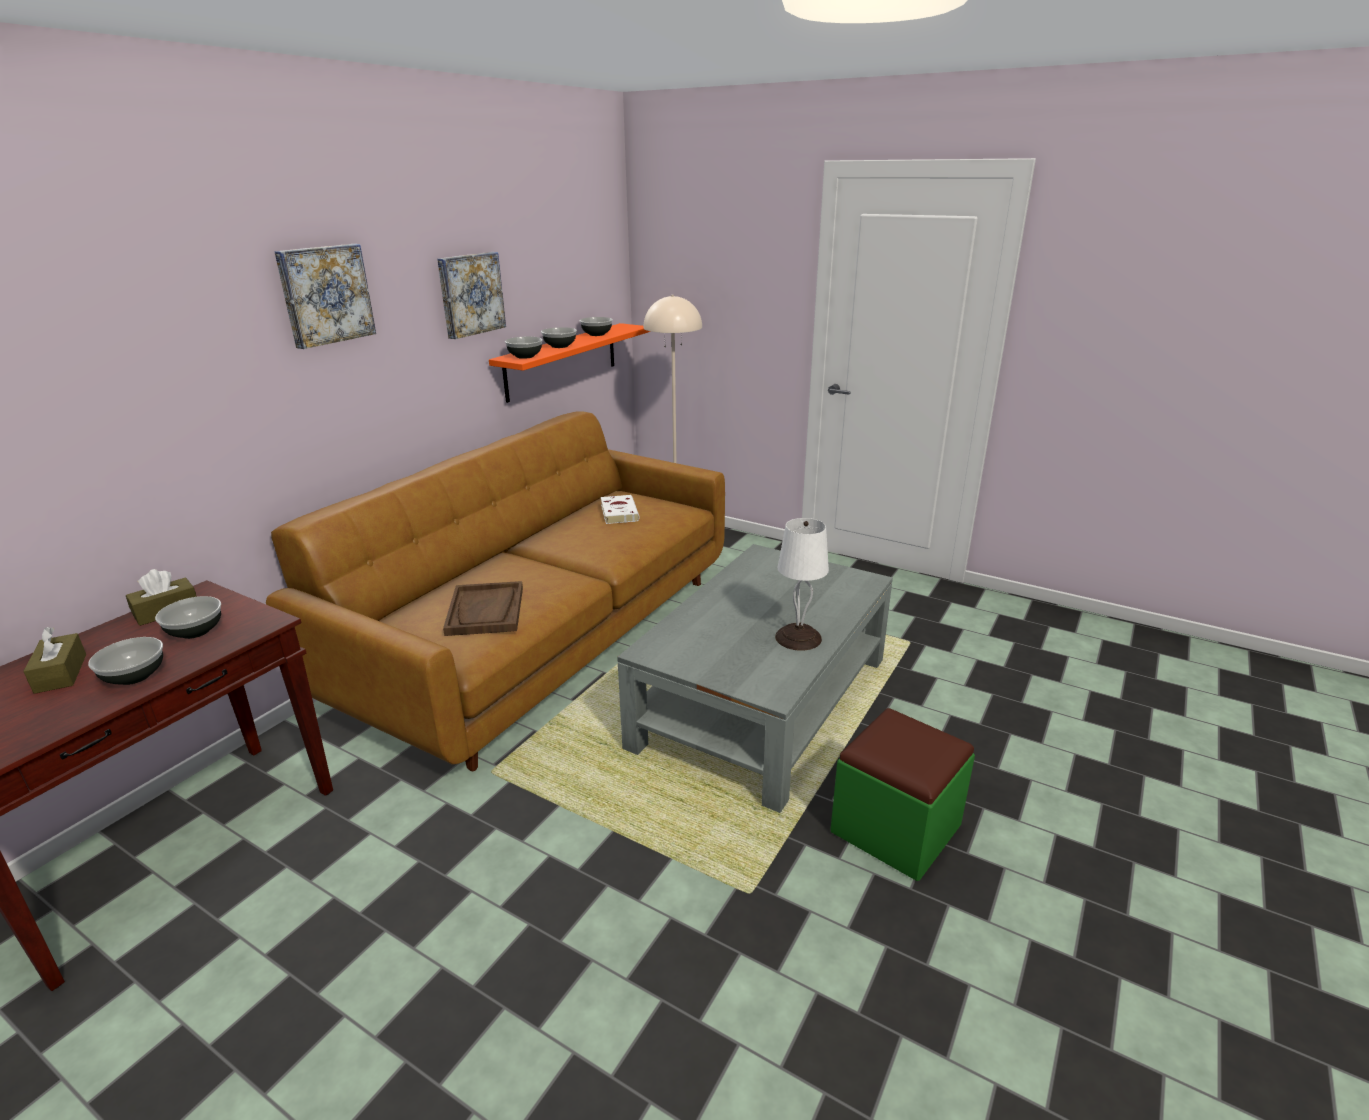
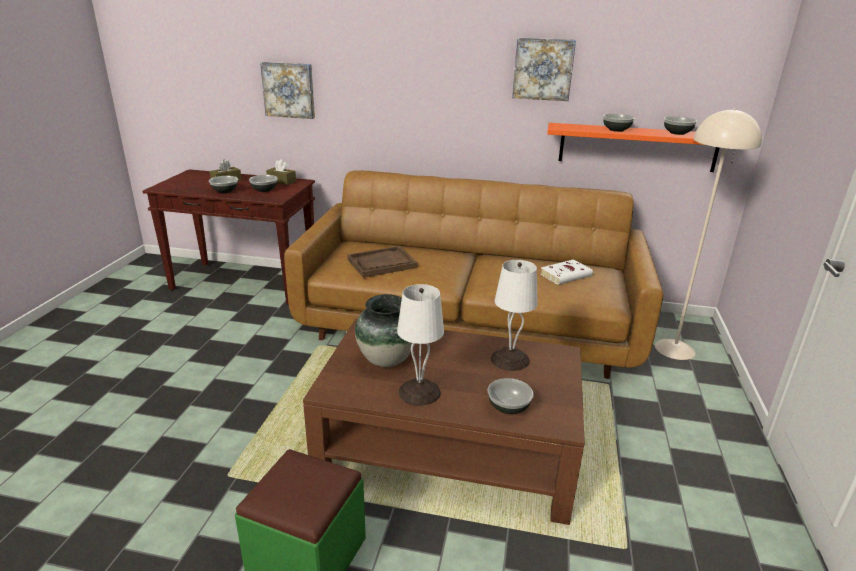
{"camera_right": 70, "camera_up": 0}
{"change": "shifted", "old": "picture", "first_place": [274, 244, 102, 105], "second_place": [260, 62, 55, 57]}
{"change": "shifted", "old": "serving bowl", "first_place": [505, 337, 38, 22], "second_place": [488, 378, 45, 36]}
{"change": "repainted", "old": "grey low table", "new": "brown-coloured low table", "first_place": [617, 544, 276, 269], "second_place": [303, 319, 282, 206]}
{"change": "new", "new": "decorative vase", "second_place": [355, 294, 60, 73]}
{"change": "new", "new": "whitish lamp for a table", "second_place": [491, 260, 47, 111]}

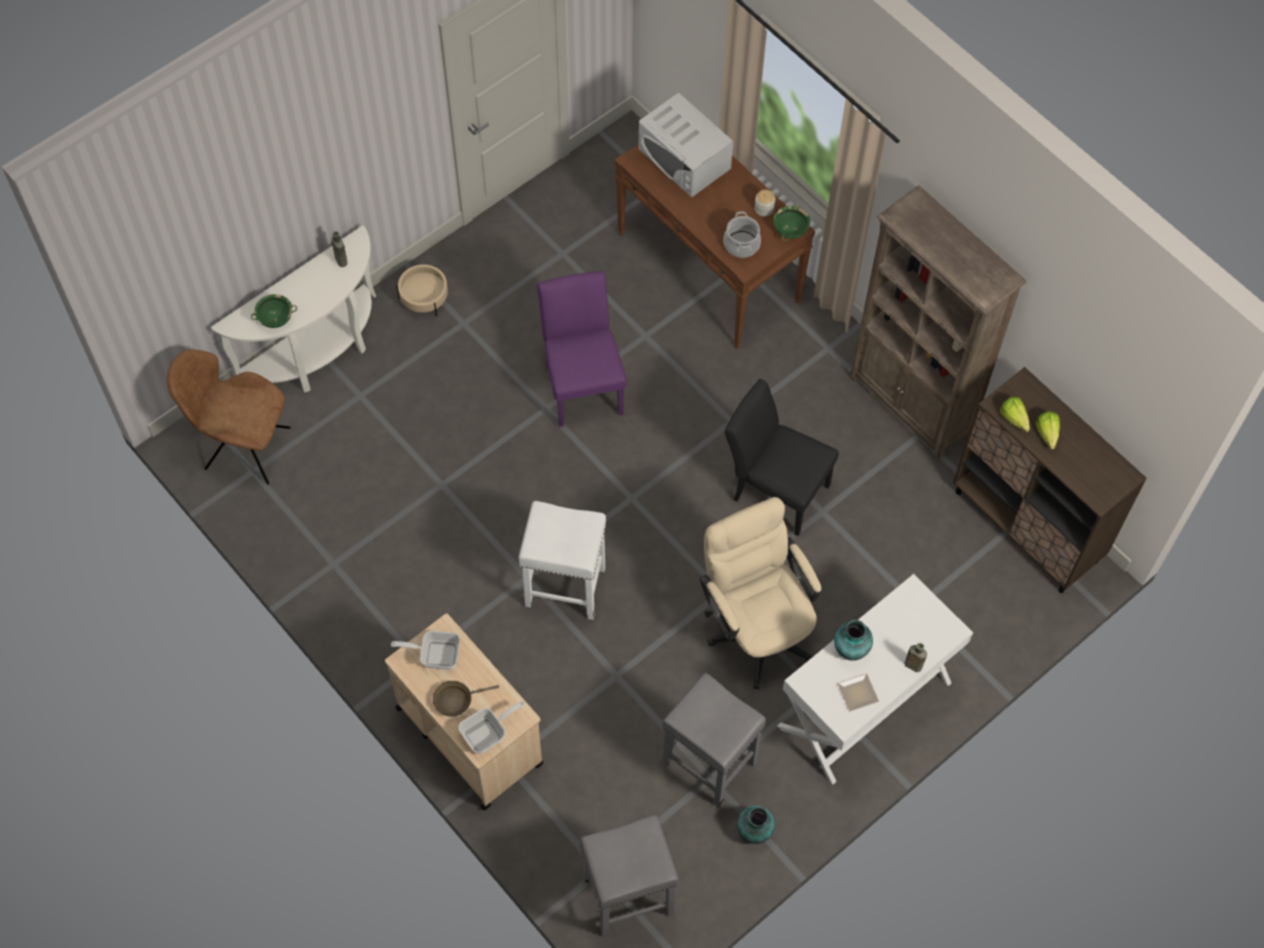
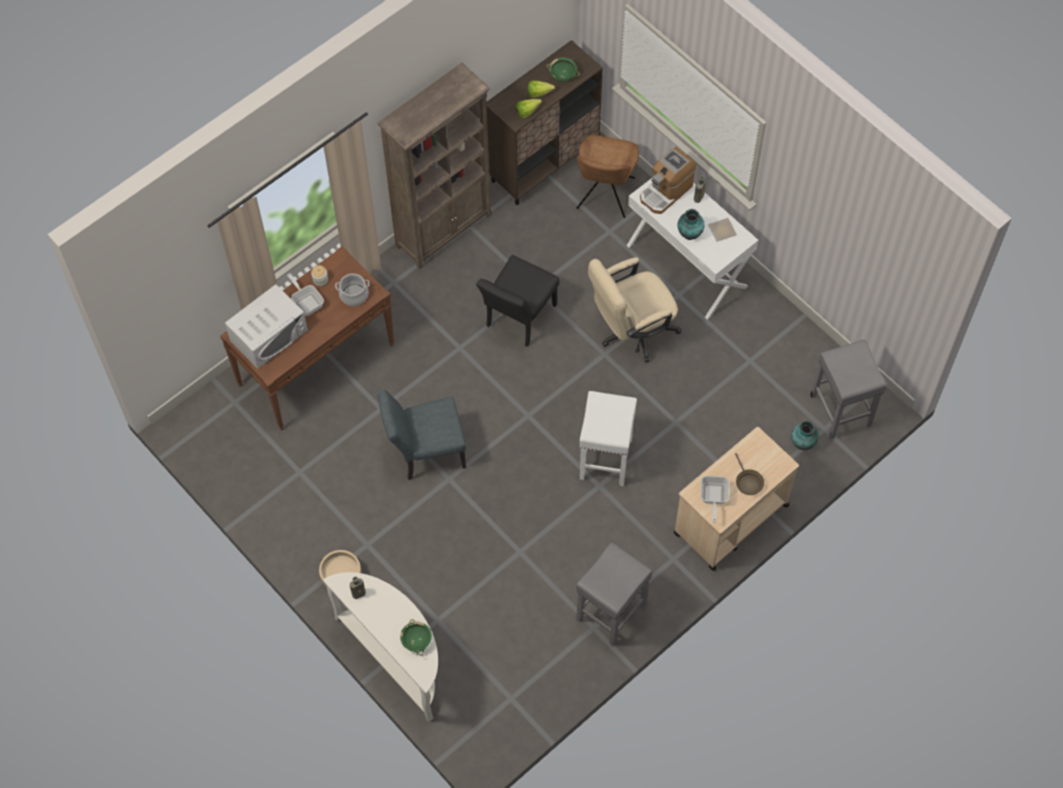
{"camera_right": -90, "camera_up": 0}
{"change": "shifted", "old": "brown-coloured plain chair", "first_place": [167, 350, 124, 135], "second_place": [576, 135, 63, 83]}
{"change": "shifted", "old": "frying pan", "first_place": [458, 701, 67, 53], "second_place": [287, 273, 37, 43]}
{"change": "repainted", "old": "purple plain chair", "new": "grey plain chair", "first_place": [537, 271, 90, 156], "second_place": [378, 390, 88, 90]}
{"change": "shifted", "old": "grey stool", "first_place": [662, 673, 104, 135], "second_place": [576, 542, 76, 104]}
{"change": "shifted", "old": "decorative vase", "first_place": [737, 806, 38, 38], "second_place": [791, 421, 27, 29]}
{"change": "shifted", "old": "green-coloured serving bowl", "first_place": [773, 205, 37, 36], "second_place": [547, 57, 33, 25]}
{"change": "new", "new": "coffee brewer", "second_place": [640, 147, 56, 67]}

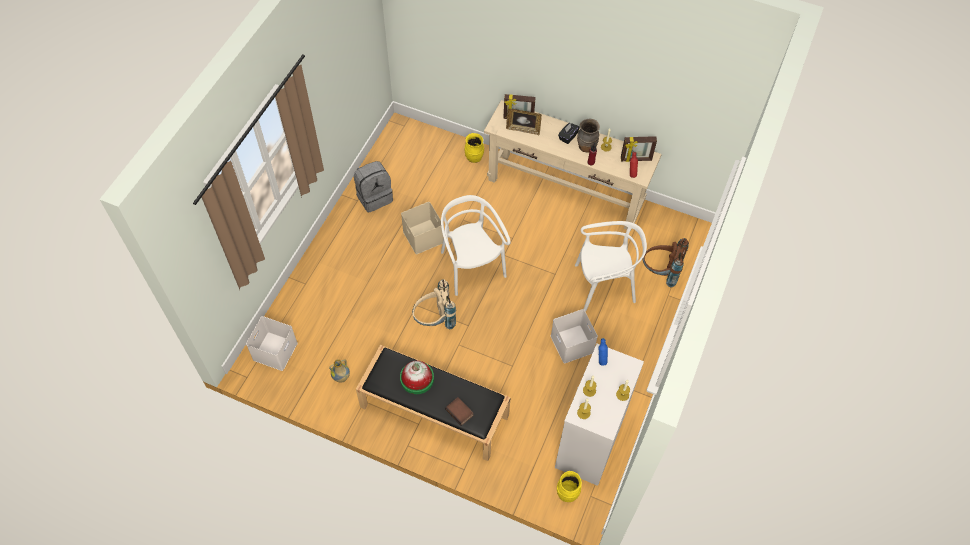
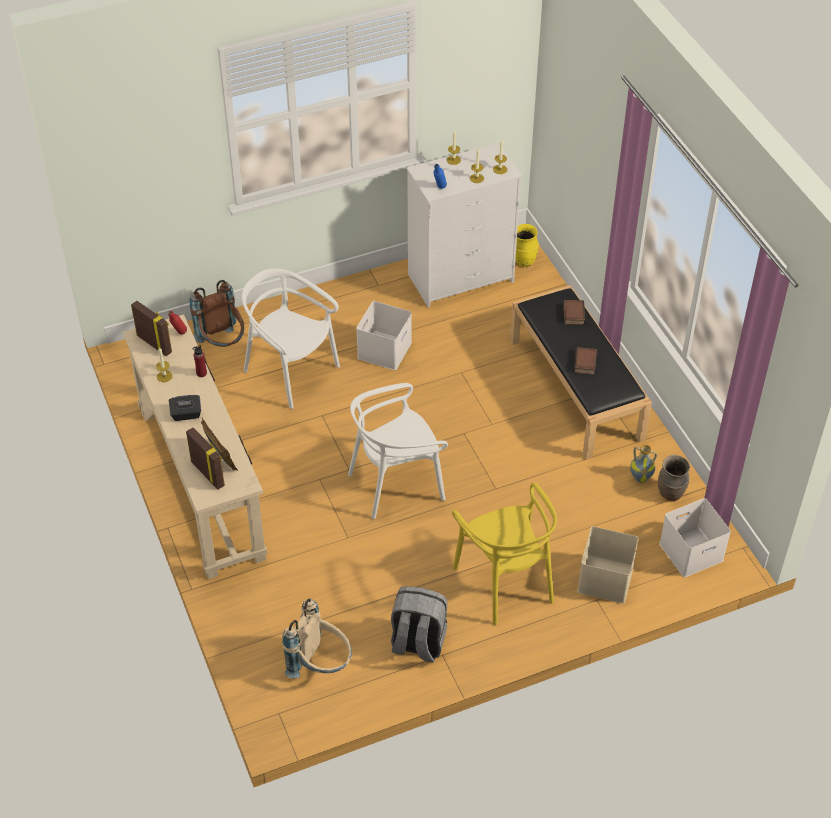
{"camera_right": -135, "camera_up": -10}
{"change": "swapped", "old": "wearable hat", "new": "bound book", "first_place": [400, 361, 34, 33], "second_place": [573, 347, 24, 28]}
{"change": "shifted", "old": "sand-coloured storage container", "first_place": [401, 202, 43, 52], "second_place": [577, 526, 62, 78]}
{"change": "shifted", "old": "sand-coloured backpack", "first_place": [412, 279, 44, 50], "second_place": [282, 599, 70, 80]}
{"change": "rotated", "old": "whitish plain chair", "first_place": [441, 195, 70, 101], "second_place": [348, 383, 100, 136], "degrees": 45}
{"change": "gone", "old": "yellow decorative vase", "first_place": [464, 133, 20, 30]}
{"change": "shifted", "old": "brown-coloured decorative vase", "first_place": [577, 119, 23, 34], "second_place": [658, 455, 32, 46]}
{"change": "new", "new": "yellow plain chair", "second_place": [452, 482, 105, 143]}

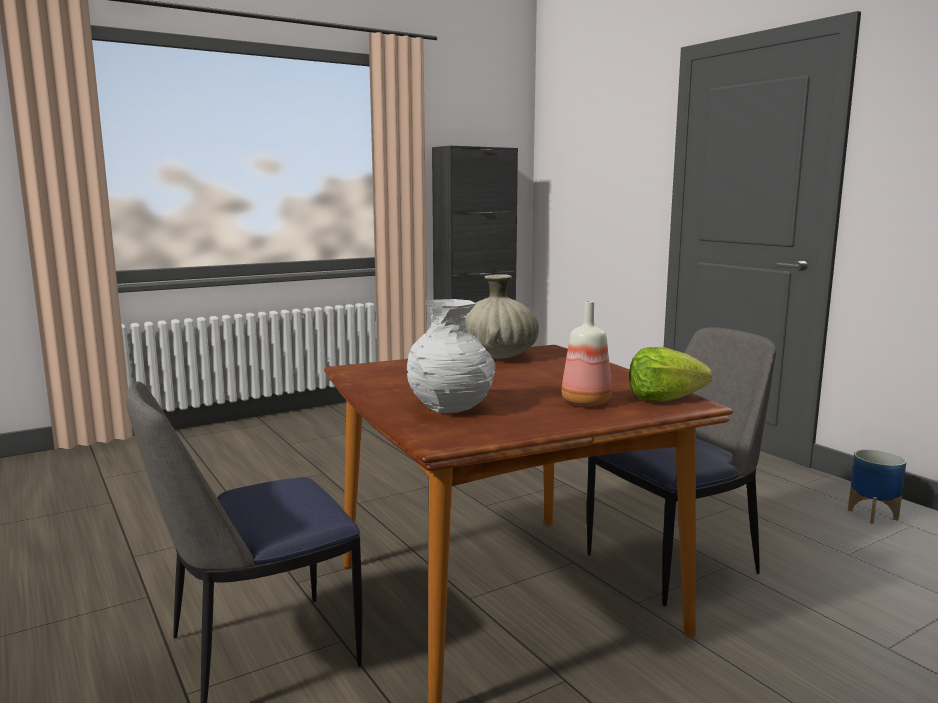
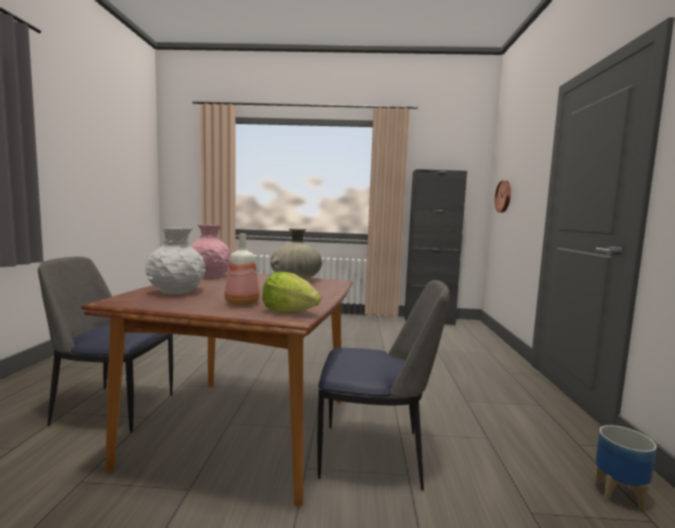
{"camera_right": 35, "camera_up": -5}
{"change": "new", "new": "pinkish decorative vase", "second_place": [191, 225, 40, 52]}
{"change": "new", "new": "clock on the wall", "second_place": [495, 180, 16, 33]}

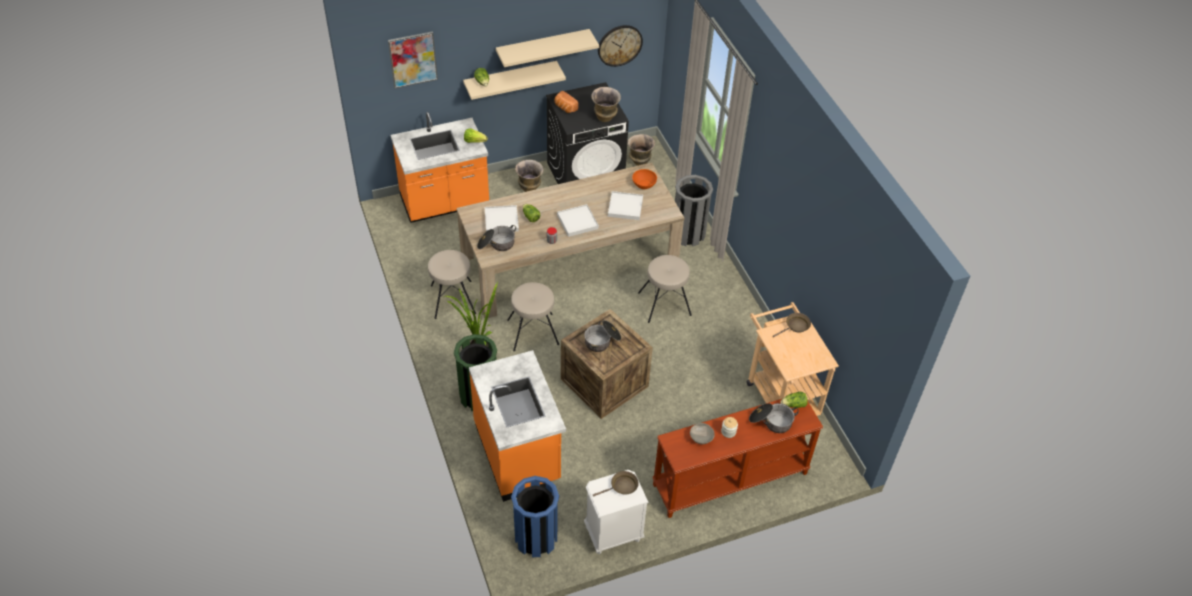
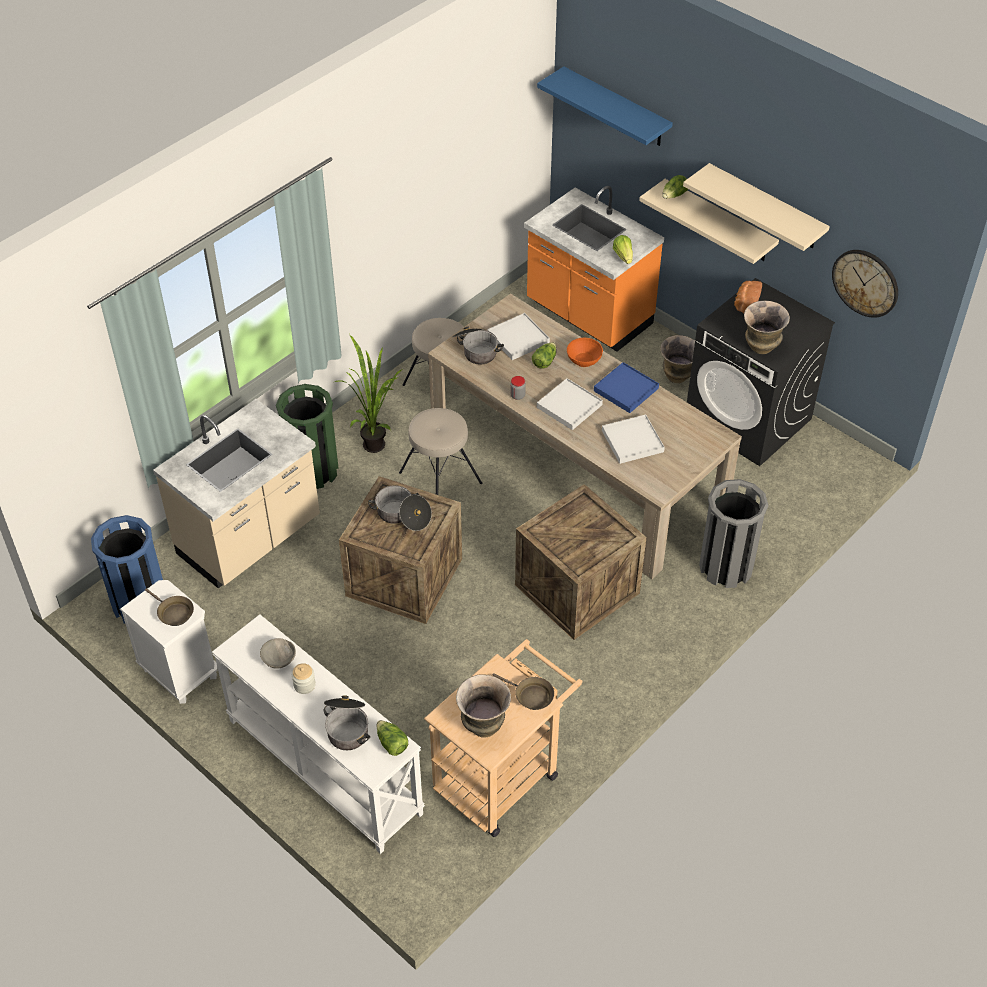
{"camera_right": 65, "camera_up": 0}
{"change": "swapped", "old": "picture", "new": "blue bracket shelf", "first_place": [388, 32, 50, 56], "second_place": [537, 66, 136, 80]}
{"change": "repainted", "old": "orange counter", "new": "sand-coloured counter", "first_place": [469, 350, 97, 152], "second_place": [153, 399, 167, 189]}
{"change": "shifted", "old": "decorative vase", "first_place": [627, 134, 28, 32], "second_place": [456, 674, 55, 64]}
{"change": "shifted", "old": "orange serving bowl", "first_place": [632, 169, 25, 20], "second_place": [567, 338, 36, 29]}
{"change": "swapped", "old": "sand-coloured stool", "new": "shipping crate", "first_place": [638, 255, 54, 68], "second_place": [515, 484, 132, 156]}
{"change": "repainted", "old": "brown-coloured narrow table", "new": "whitish narrow table", "first_place": [653, 399, 170, 119], "second_place": [212, 614, 213, 240]}
{"change": "new", "new": "blue serving tray", "second_place": [594, 362, 65, 51]}

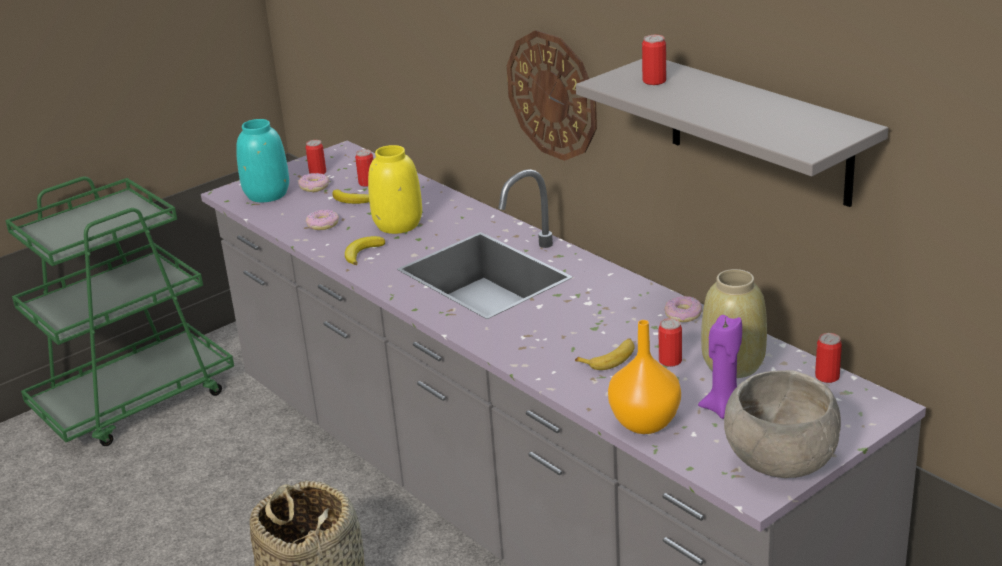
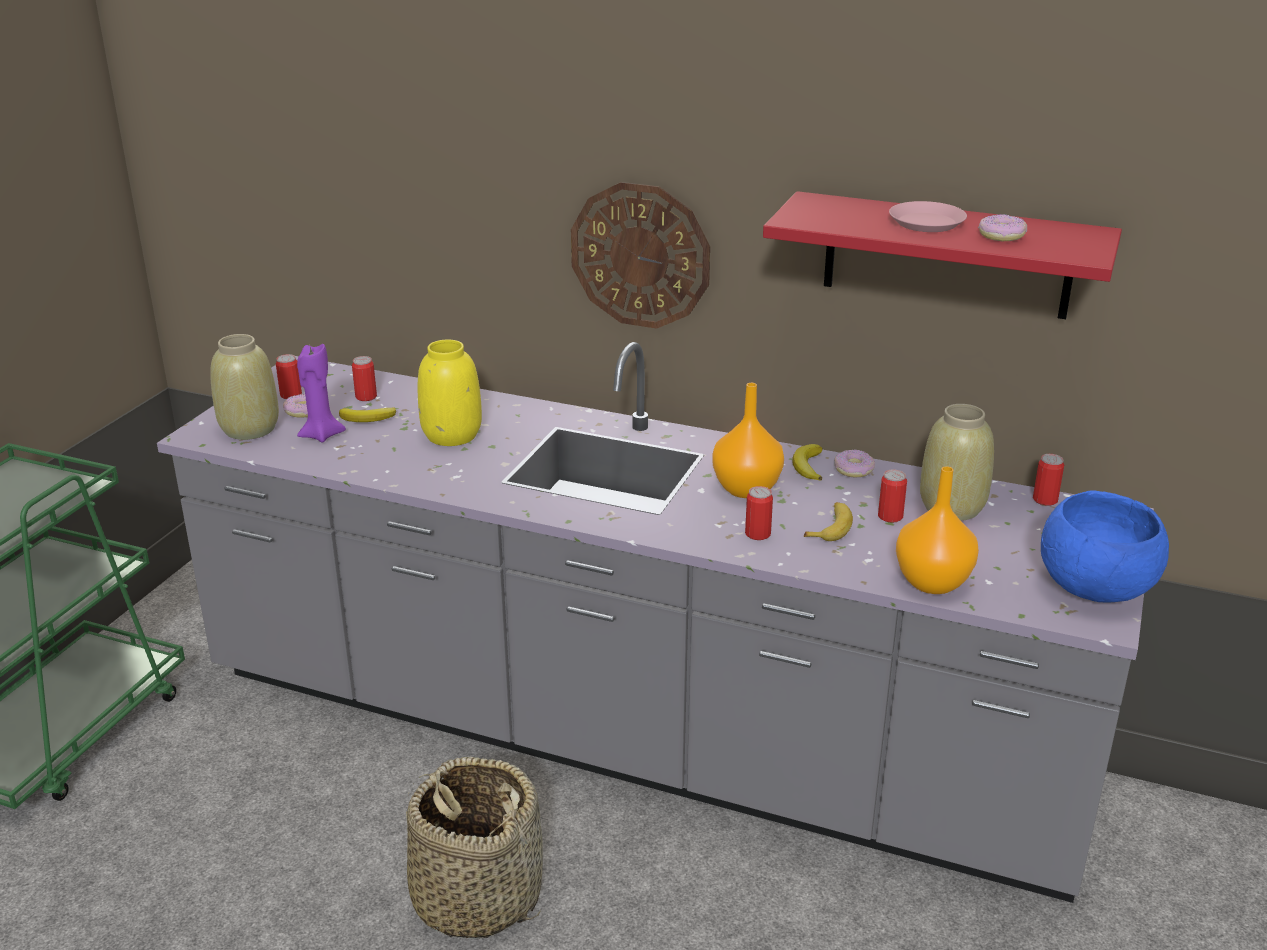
{"camera_right": -30, "camera_up": 0}
{"change": "repainted", "old": "blue-green decorative vase", "new": "sand-coloured decorative vase", "first_place": [236, 119, 53, 83], "second_place": [210, 334, 69, 106]}
{"change": "shifted", "old": "donut", "first_place": [306, 210, 33, 20], "second_place": [978, 214, 49, 27]}
{"change": "shifted", "old": "banana", "first_place": [345, 236, 40, 29], "second_place": [792, 444, 30, 36]}
{"change": "repainted", "old": "grey bracket shelf", "new": "red-coloured bracket shelf", "first_place": [576, 59, 312, 148], "second_place": [763, 191, 359, 128]}
{"change": "shifted", "old": "sealed can", "first_place": [642, 35, 24, 50], "second_place": [745, 486, 28, 54]}
{"change": "shifted", "old": "purple wax candle", "first_place": [698, 315, 44, 104], "second_place": [297, 344, 49, 98]}
{"change": "repainted", "old": "grey serving bowl", "new": "blue serving bowl", "first_place": [724, 370, 117, 108], "second_place": [1041, 490, 128, 112]}
{"change": "new", "new": "orange decorative vase", "second_place": [712, 383, 72, 115]}
{"change": "new", "new": "pinkish dinner plate", "second_place": [889, 201, 78, 31]}

